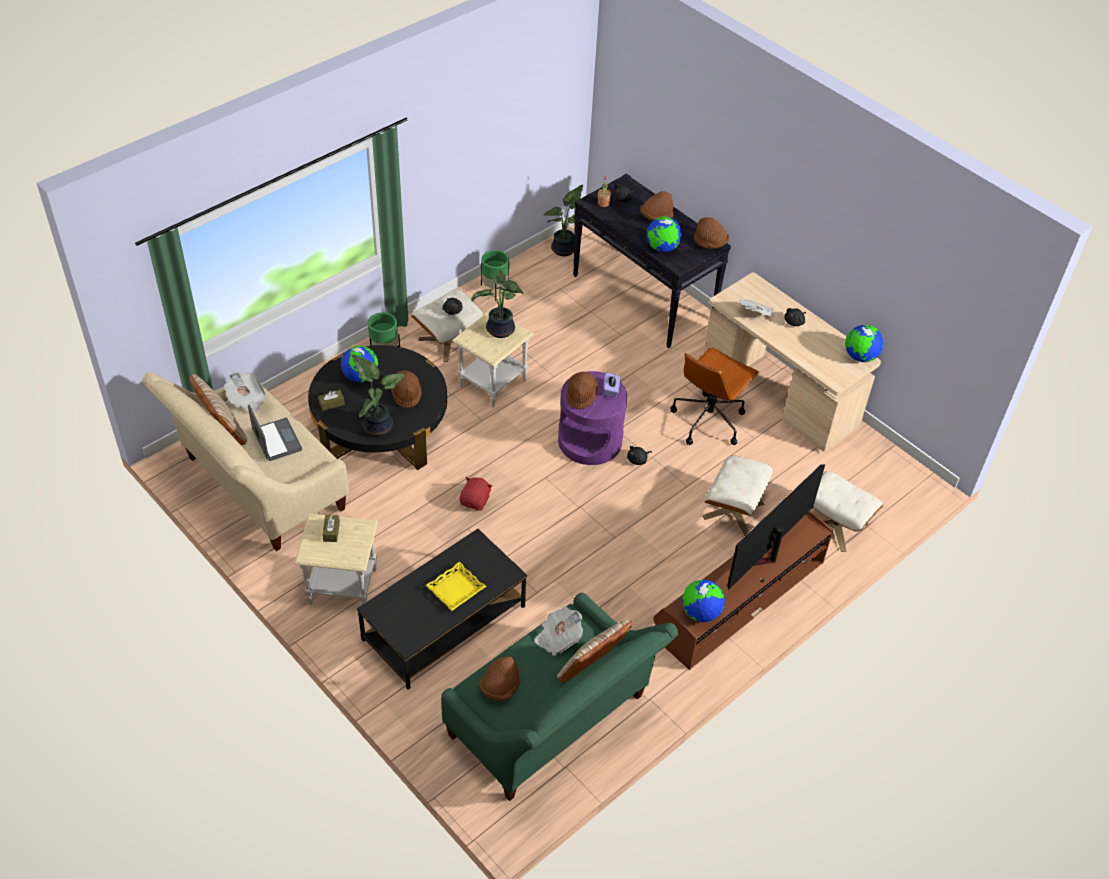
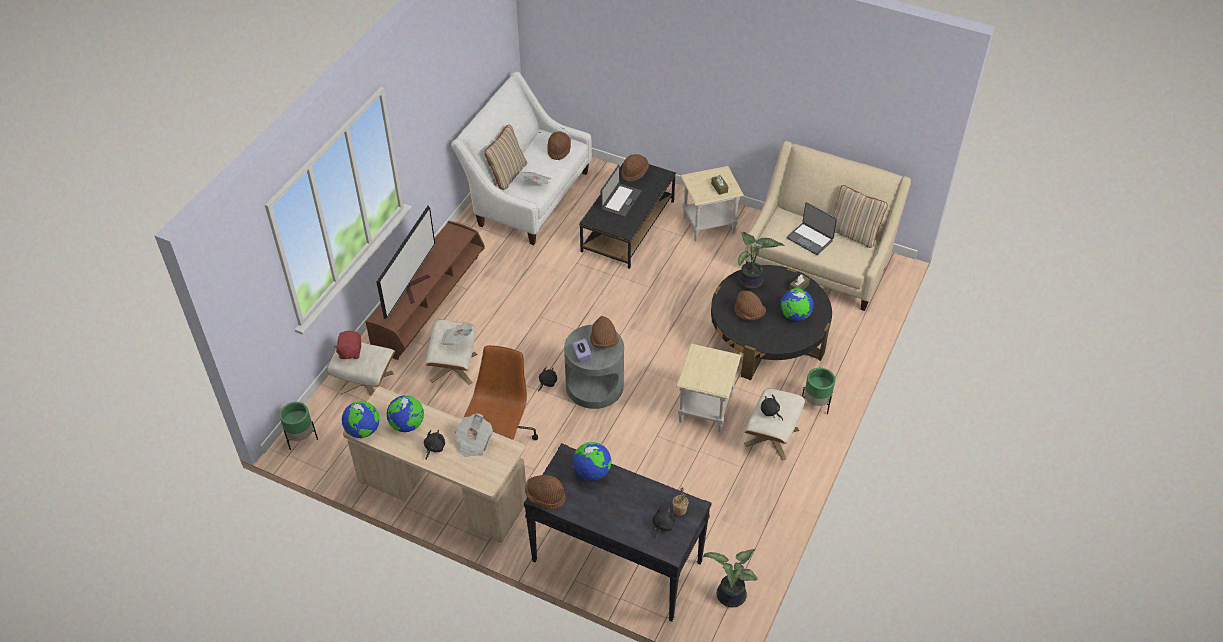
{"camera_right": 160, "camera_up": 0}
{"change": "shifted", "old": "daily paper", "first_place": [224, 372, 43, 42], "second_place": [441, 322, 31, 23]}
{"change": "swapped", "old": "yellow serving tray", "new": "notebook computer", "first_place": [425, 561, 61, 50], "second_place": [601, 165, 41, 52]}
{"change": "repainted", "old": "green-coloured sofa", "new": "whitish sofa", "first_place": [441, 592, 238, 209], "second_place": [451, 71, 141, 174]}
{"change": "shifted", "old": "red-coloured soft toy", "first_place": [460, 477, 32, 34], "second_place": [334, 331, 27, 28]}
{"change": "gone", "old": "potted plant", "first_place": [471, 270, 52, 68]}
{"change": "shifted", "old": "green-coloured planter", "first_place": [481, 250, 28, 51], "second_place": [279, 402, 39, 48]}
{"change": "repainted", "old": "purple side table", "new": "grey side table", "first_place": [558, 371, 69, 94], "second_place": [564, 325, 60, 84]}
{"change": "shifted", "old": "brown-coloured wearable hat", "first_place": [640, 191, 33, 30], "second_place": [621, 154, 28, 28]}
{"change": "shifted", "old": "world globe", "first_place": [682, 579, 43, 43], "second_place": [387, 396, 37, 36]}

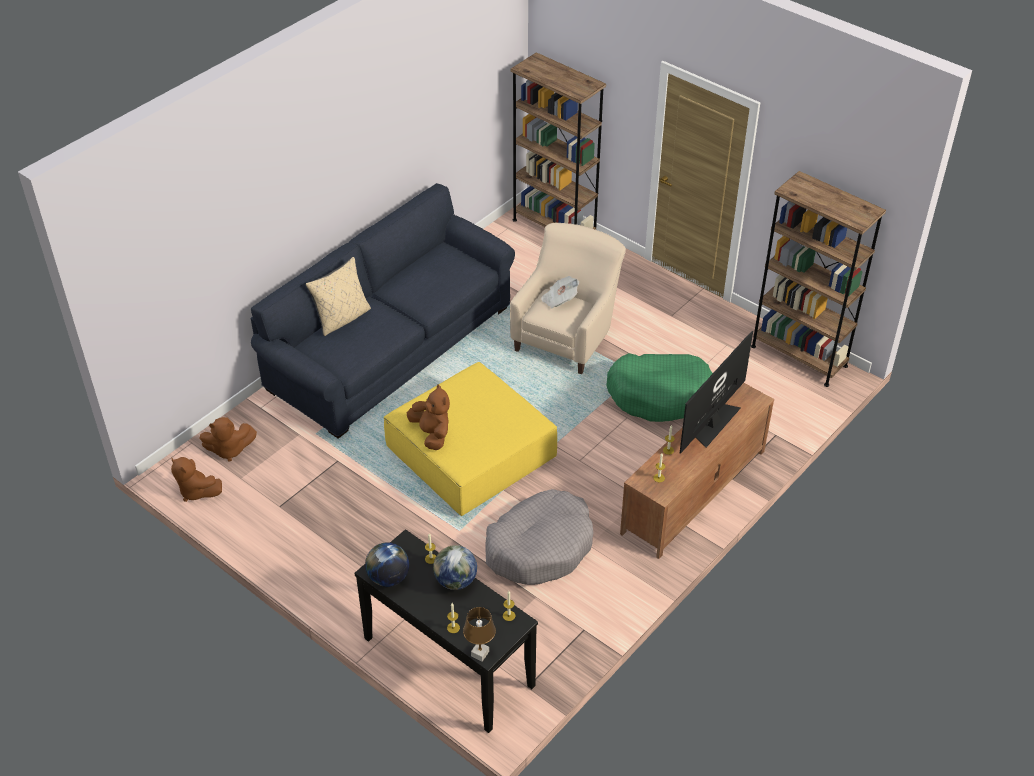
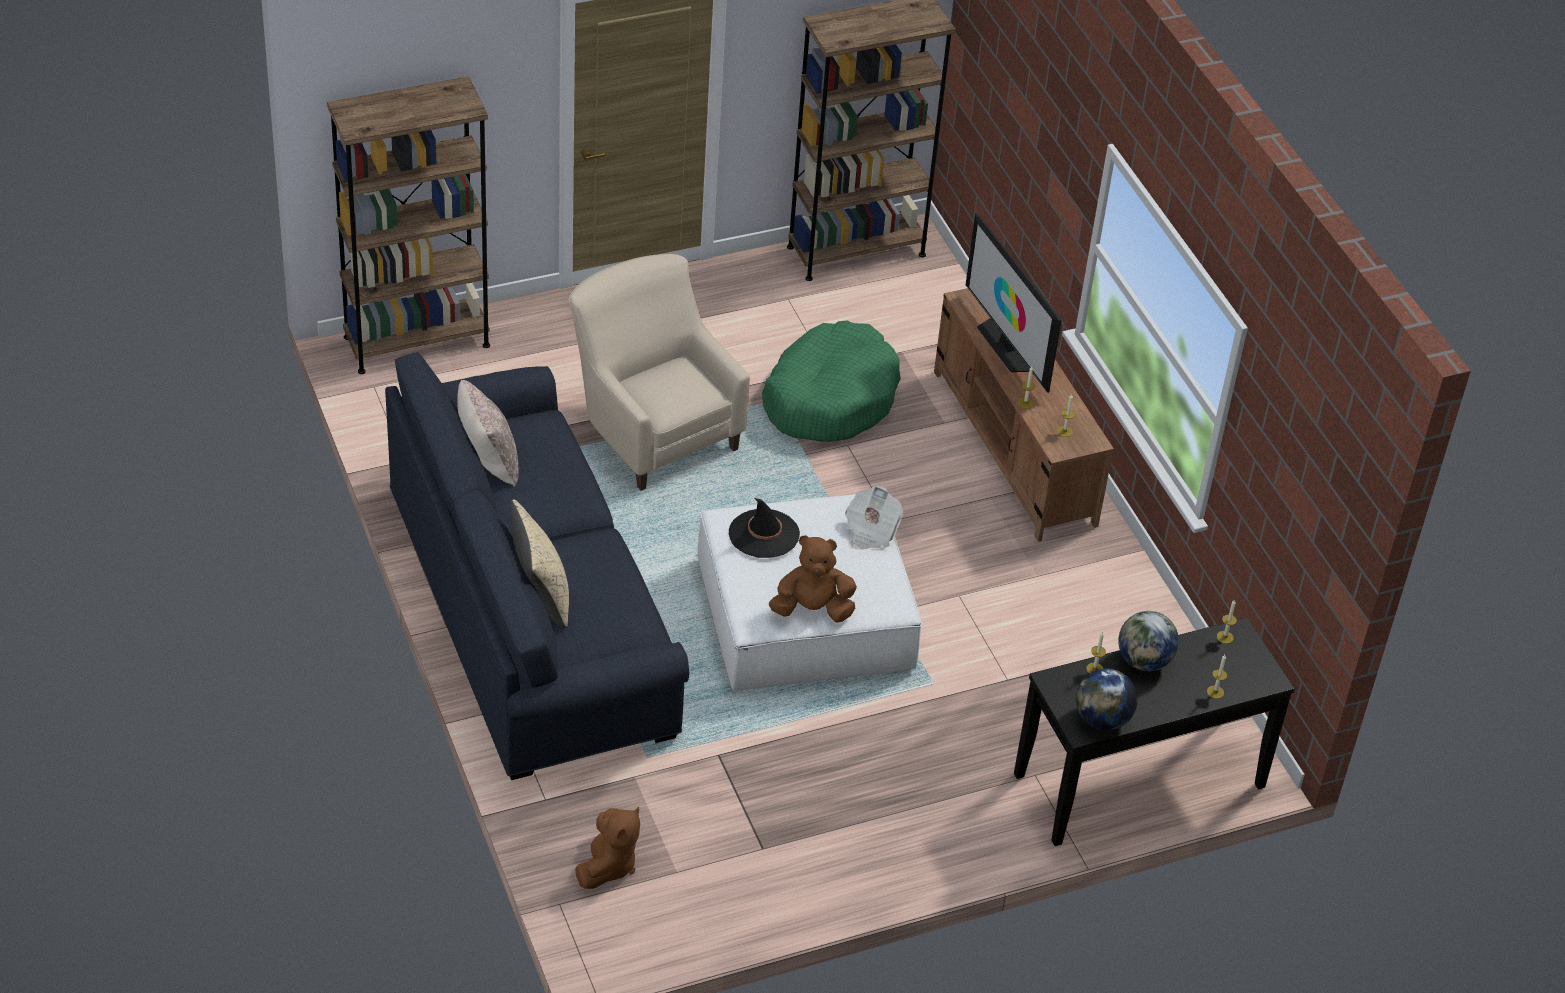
{"camera_right": -65, "camera_up": 0}
{"change": "gone", "old": "brown-coloured soft toy", "first_place": [171, 457, 51, 45]}
{"change": "repainted", "old": "yellow ottoman", "new": "whitish ottoman", "first_place": [384, 362, 173, 154], "second_place": [697, 494, 225, 196]}
{"change": "gone", "old": "brown-coloured lamp for a table", "first_place": [463, 607, 33, 54]}
{"change": "gone", "old": "grey dog cushion", "first_place": [485, 489, 109, 96]}
{"change": "shifted", "old": "daily paper", "first_place": [541, 276, 39, 33], "second_place": [845, 486, 59, 64]}
{"change": "new", "new": "sand-coloured pillow", "second_place": [457, 380, 62, 107]}
{"change": "new", "new": "black-coloured wearable hat", "second_place": [729, 498, 71, 60]}

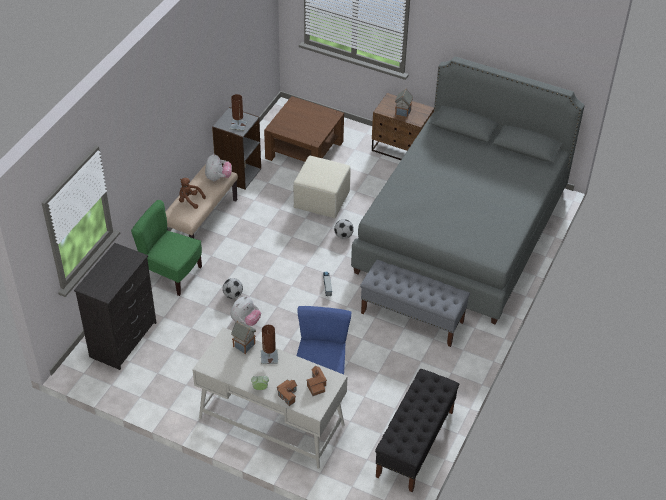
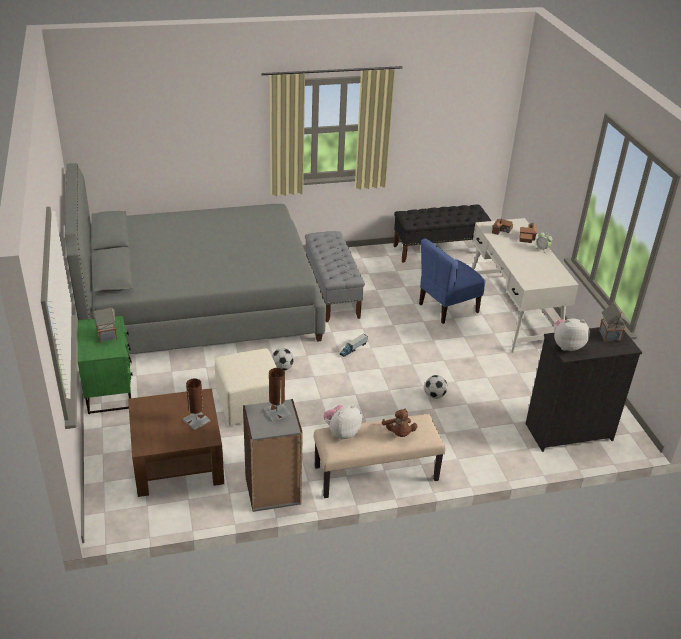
{"camera_right": -130, "camera_up": -10}
{"change": "gone", "old": "green-coloured plain chair", "first_place": [131, 200, 71, 96]}
{"change": "shifted", "old": "soft toy", "first_place": [231, 296, 30, 30], "second_place": [554, 319, 36, 32]}
{"change": "shifted", "old": "miniature house", "first_place": [231, 321, 25, 33], "second_place": [599, 302, 30, 40]}
{"change": "shifted", "old": "brown-coloured lamp for a table", "first_place": [261, 325, 17, 39], "second_place": [183, 378, 27, 52]}
{"change": "repainted", "old": "brown-coloured bedside table", "new": "green-coloured bedside table", "first_place": [372, 93, 62, 67], "second_place": [77, 316, 55, 98]}

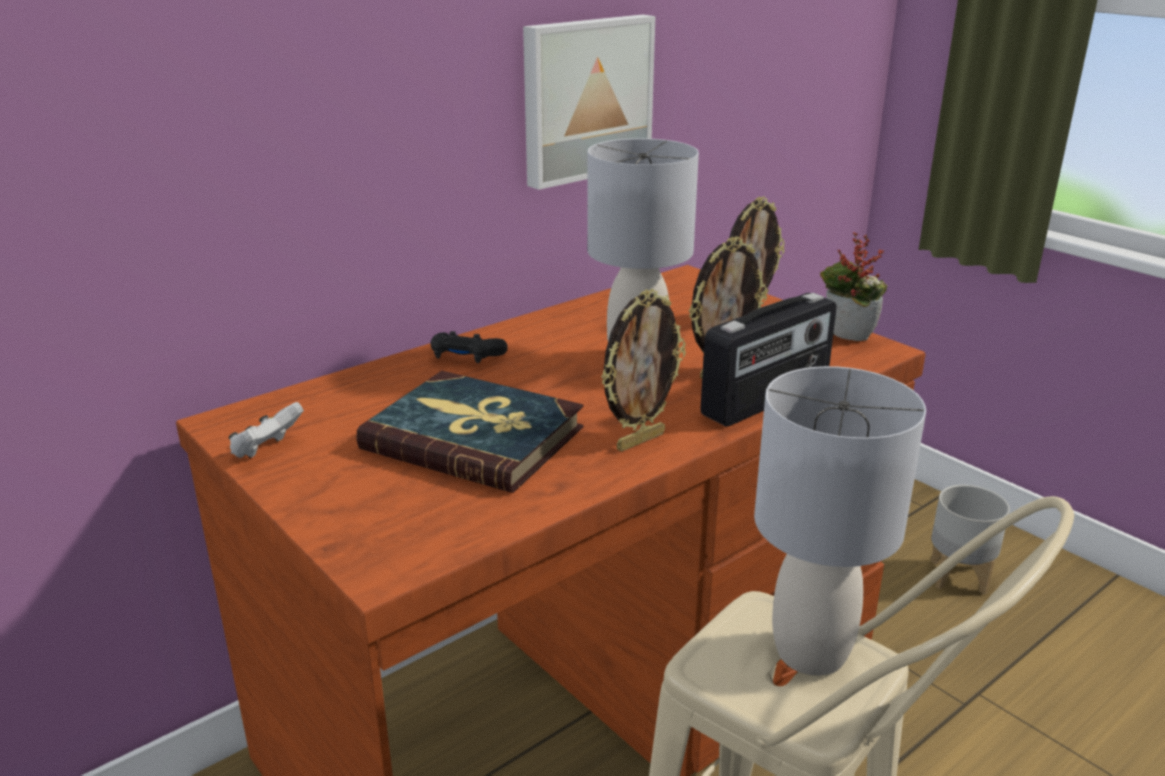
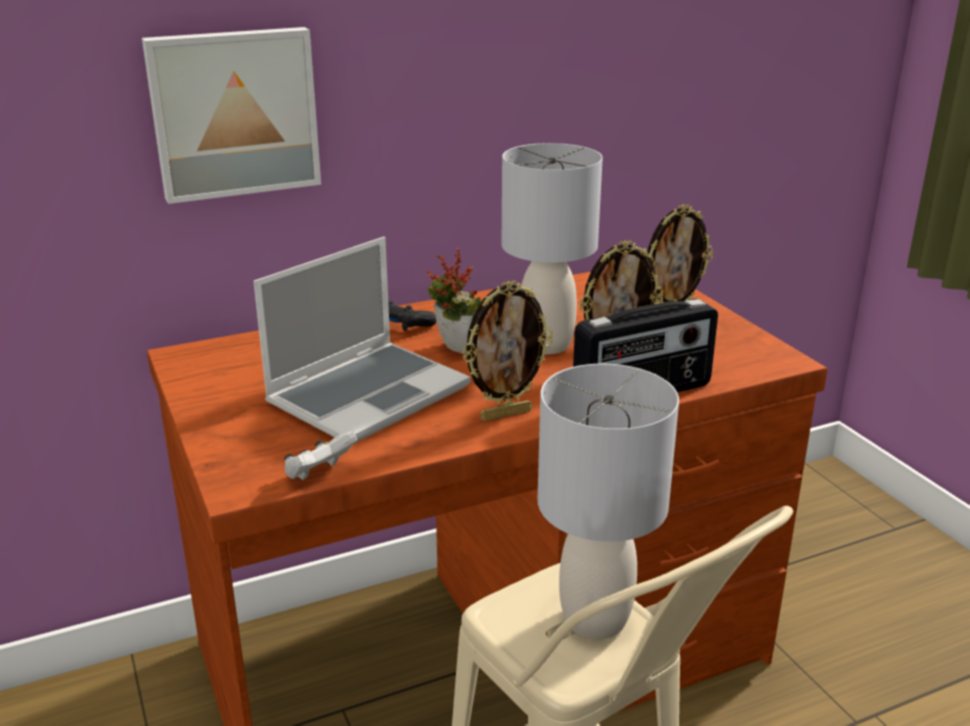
{"camera_right": 15, "camera_up": 0}
{"change": "shifted", "old": "whitish joypad", "first_place": [228, 402, 76, 56], "second_place": [284, 431, 73, 49]}
{"change": "swapped", "old": "bound book", "new": "notebook computer", "first_place": [356, 371, 228, 122], "second_place": [253, 237, 217, 206]}
{"change": "shifted", "old": "picture", "first_place": [523, 15, 132, 175], "second_place": [142, 27, 179, 177]}
{"change": "shifted", "old": "potted plant", "first_place": [820, 232, 68, 109], "second_place": [426, 248, 55, 105]}
{"change": "gone", "old": "grey planter", "first_place": [931, 485, 79, 109]}

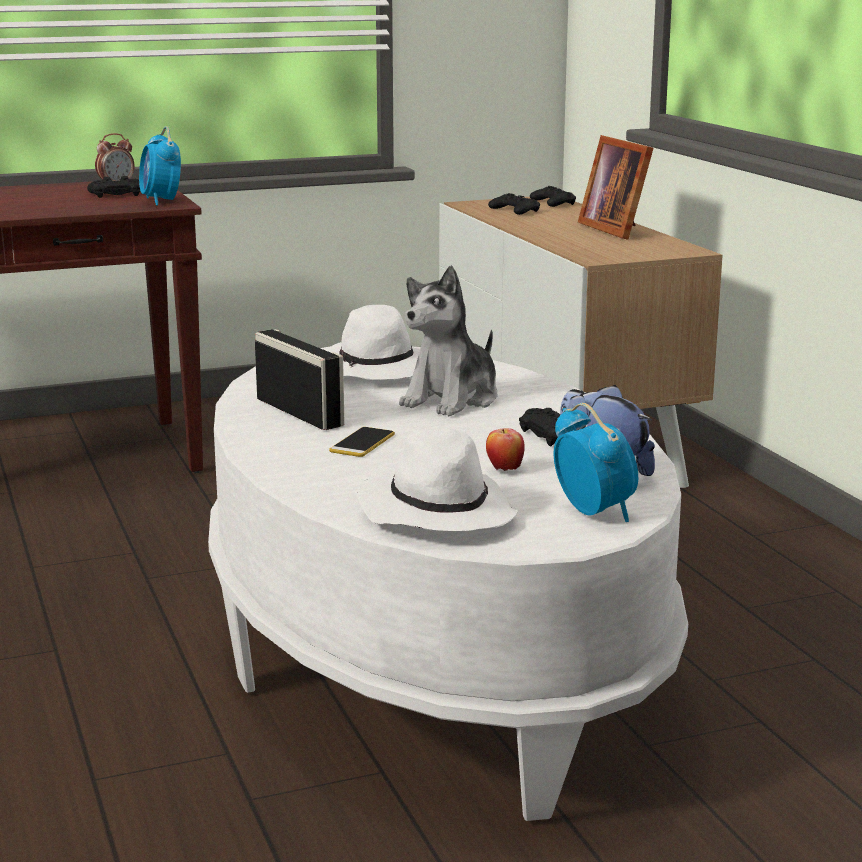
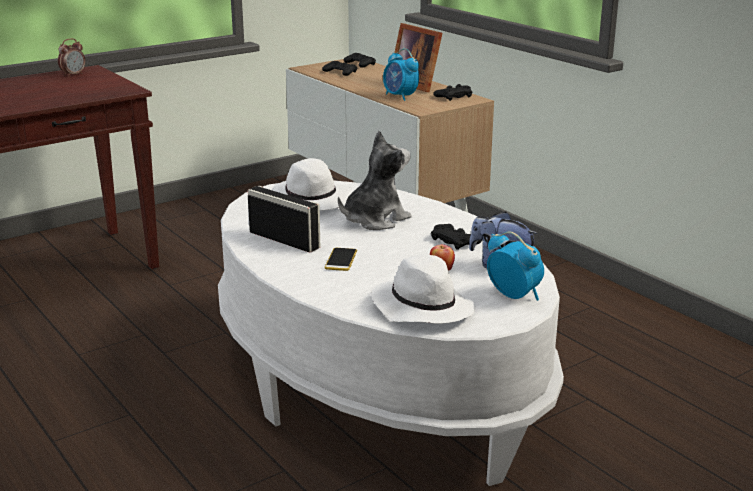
{"camera_right": -15, "camera_up": 5}
{"change": "shifted", "old": "black-coloured joypad", "first_place": [87, 176, 53, 22], "second_place": [433, 84, 39, 17]}
{"change": "shifted", "old": "table clock", "first_place": [139, 126, 42, 80], "second_place": [383, 48, 36, 53]}
{"change": "rotated", "old": "soft toy", "first_place": [399, 265, 99, 151], "second_place": [338, 131, 74, 99], "degrees": -150}

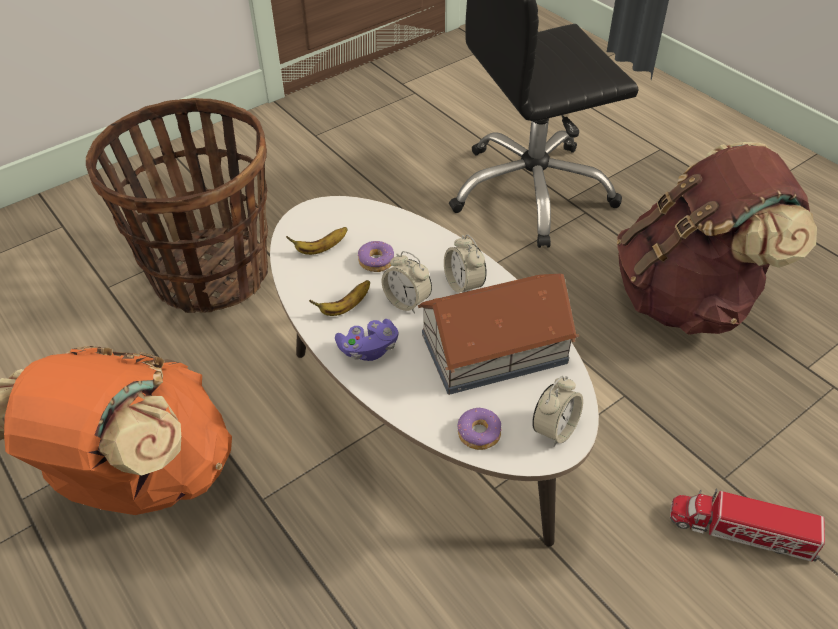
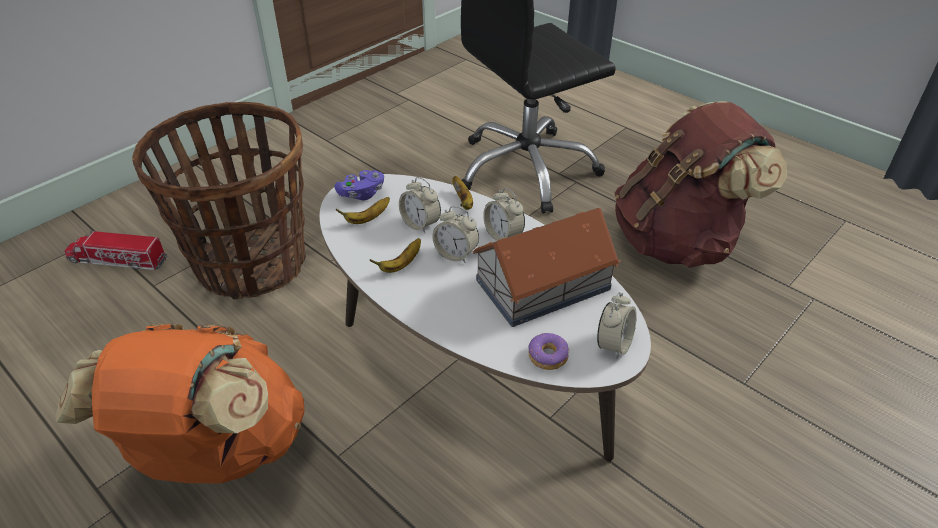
{"camera_right": -10, "camera_up": -5}
{"change": "shifted", "old": "purple joypad", "first_place": [335, 319, 63, 42], "second_place": [334, 170, 50, 31]}
{"change": "swapped", "old": "donut", "new": "table clock", "first_place": [358, 241, 36, 31], "second_place": [399, 177, 42, 56]}
{"change": "shifted", "old": "model truck", "first_place": [670, 489, 155, 73], "second_place": [65, 230, 102, 40]}
{"change": "new", "new": "banana", "second_place": [452, 176, 21, 34]}

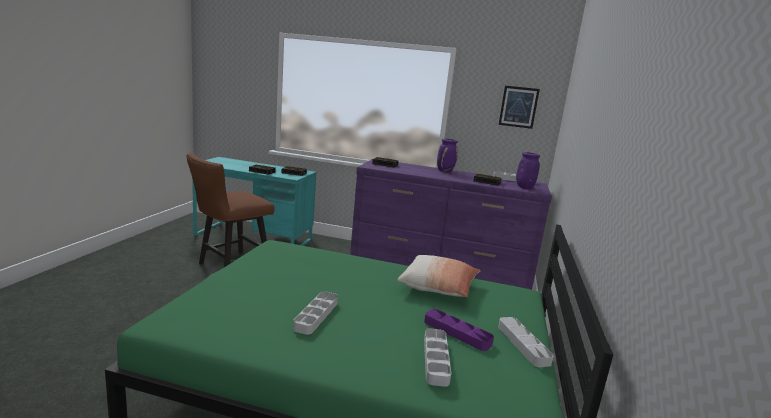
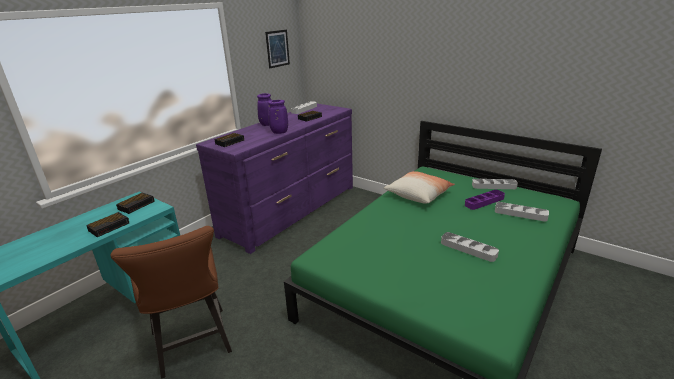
{"camera_right": -65, "camera_up": 10}
{"change": "shifted", "old": "purple decorative vase", "first_place": [516, 152, 24, 37], "second_place": [268, 100, 20, 34]}

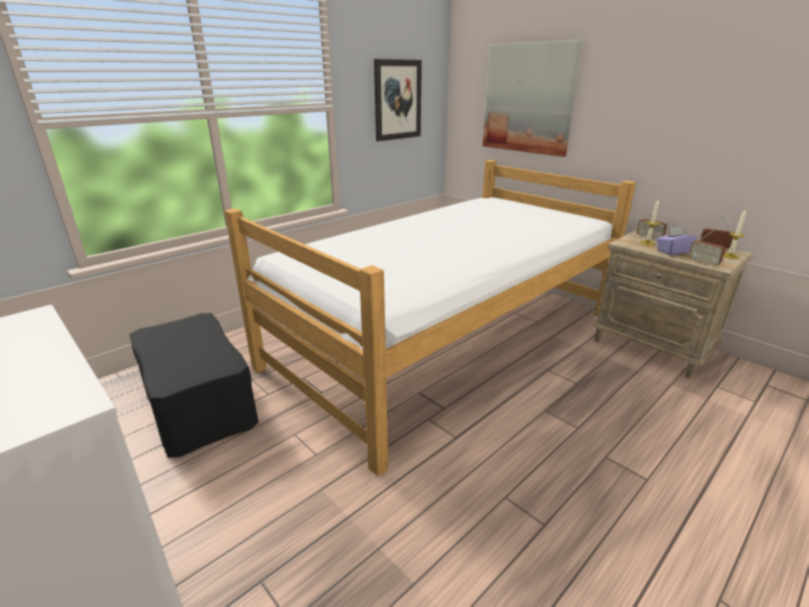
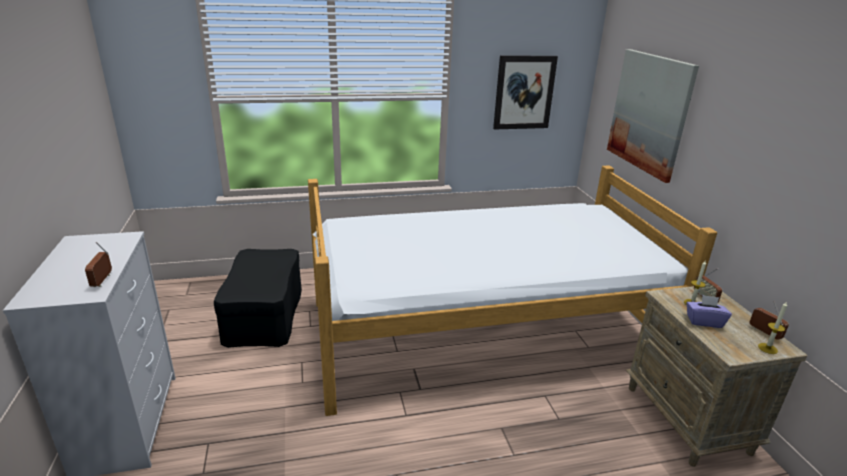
{"camera_right": 30, "camera_up": 0}
{"change": "shifted", "old": "radio", "first_place": [689, 229, 37, 37], "second_place": [85, 242, 27, 45]}

